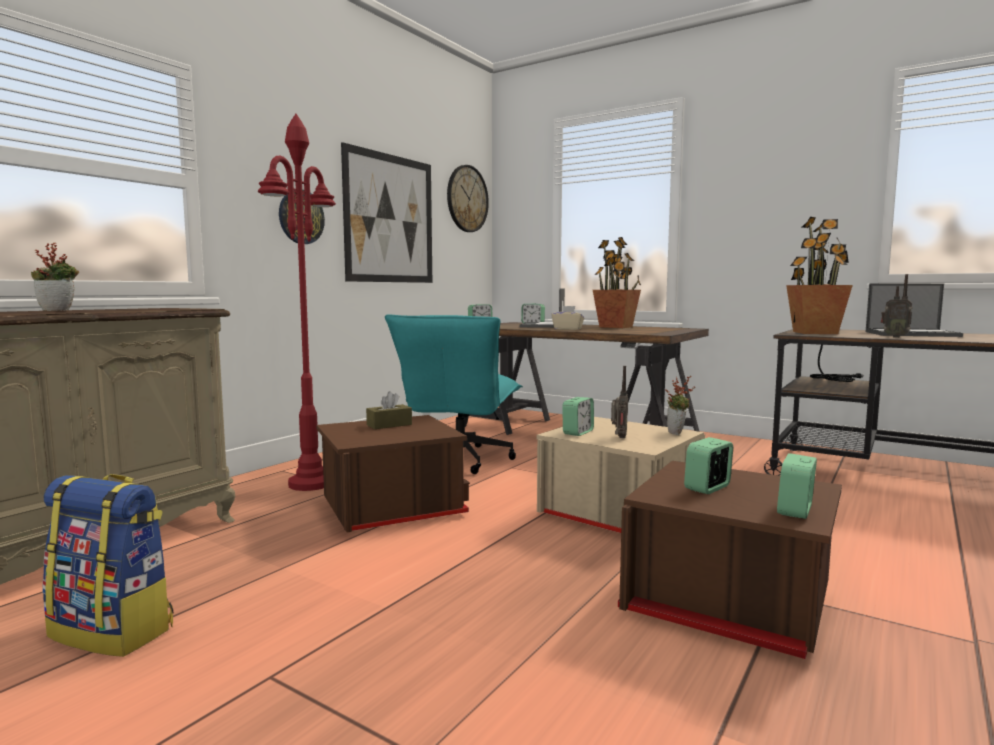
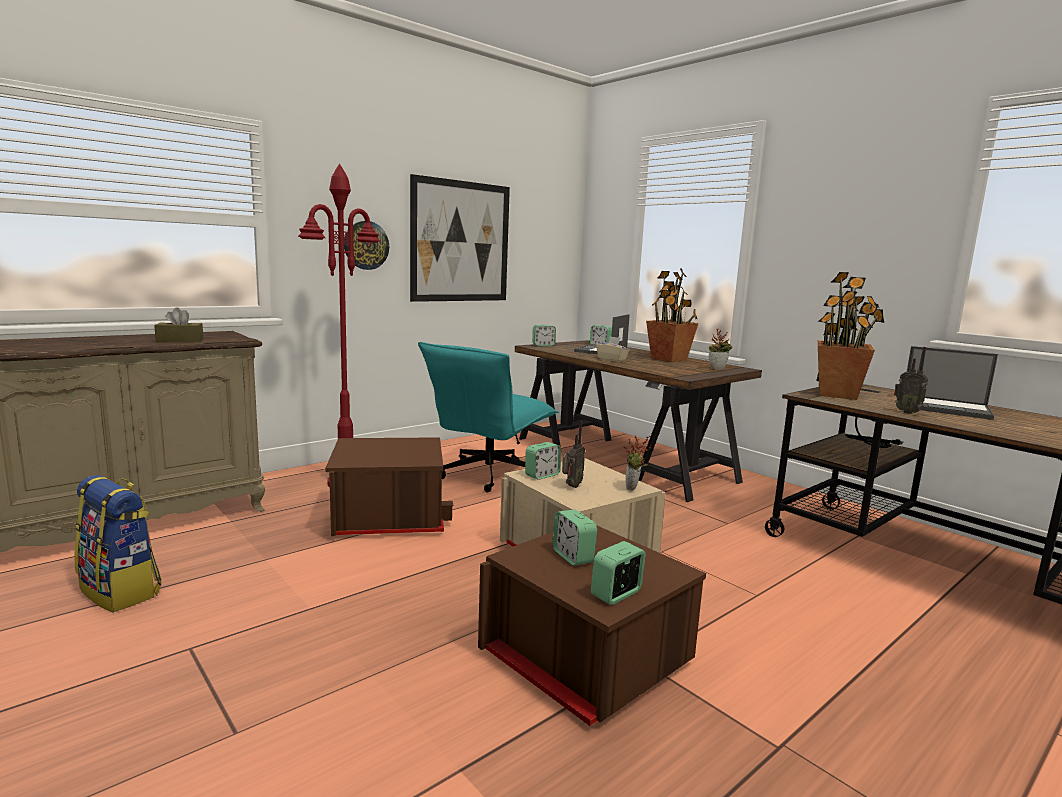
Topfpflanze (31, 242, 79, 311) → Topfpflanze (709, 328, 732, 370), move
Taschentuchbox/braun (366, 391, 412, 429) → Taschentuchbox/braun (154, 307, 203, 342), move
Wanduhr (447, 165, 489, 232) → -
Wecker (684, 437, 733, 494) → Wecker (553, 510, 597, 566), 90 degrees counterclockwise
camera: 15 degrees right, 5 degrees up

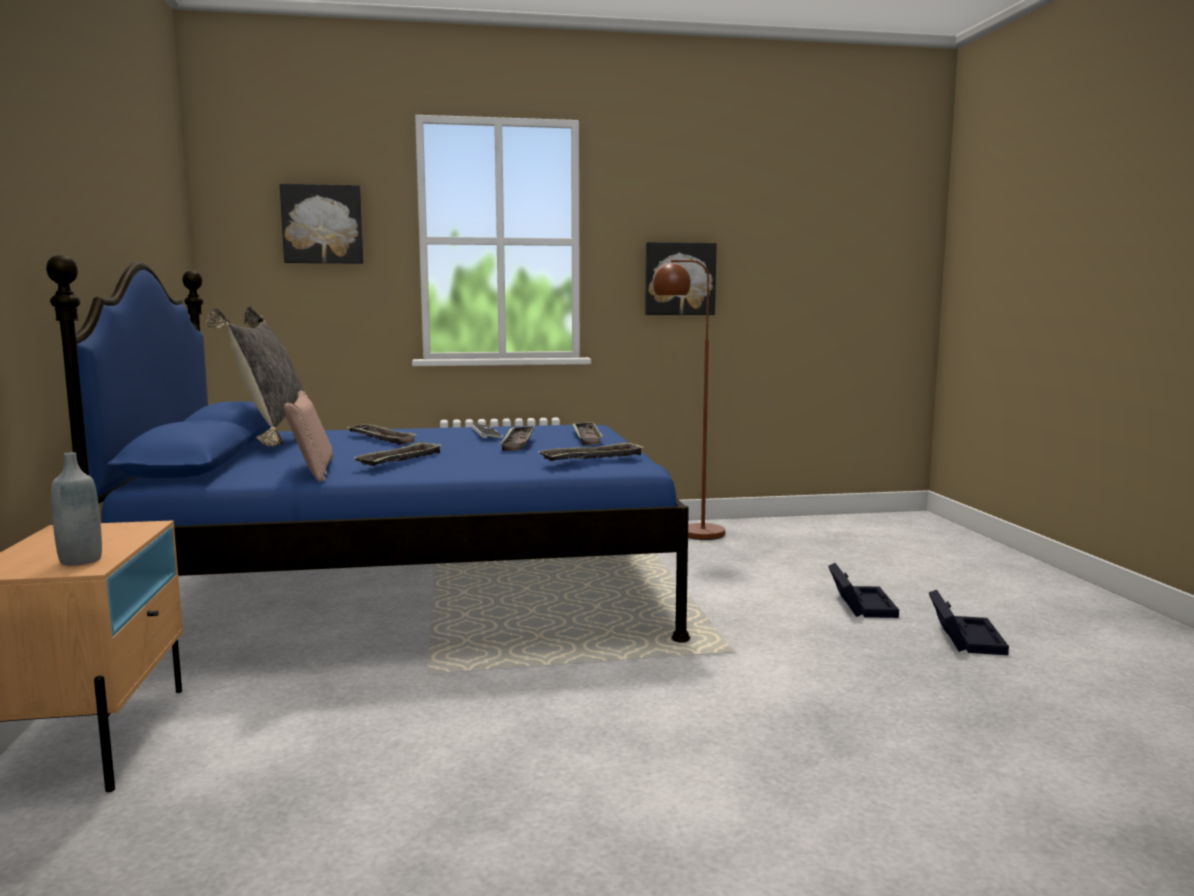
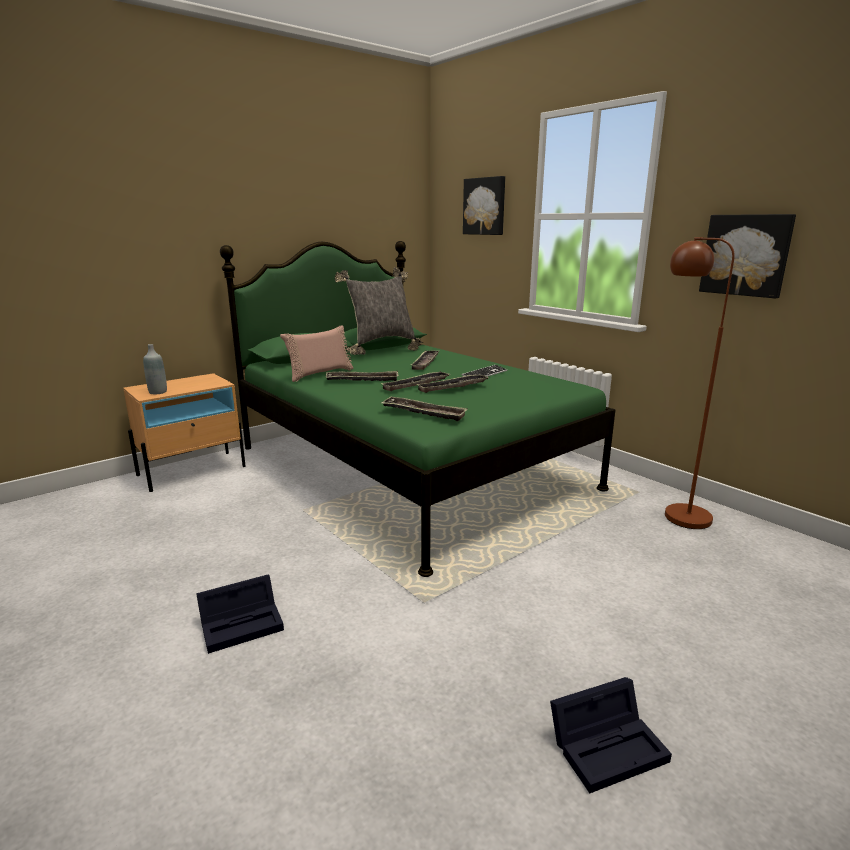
Bett/blau (46, 255, 690, 642) → Bett/grün (220, 241, 615, 577)
Tablett (572, 422, 604, 445) → Tablett (380, 372, 449, 391), move
Aufbewahrungsbox/schwarz (828, 563, 899, 618) → Aufbewahrungsbox/schwarz (196, 575, 284, 654), move
camera: 60 degrees right, 10 degrees up

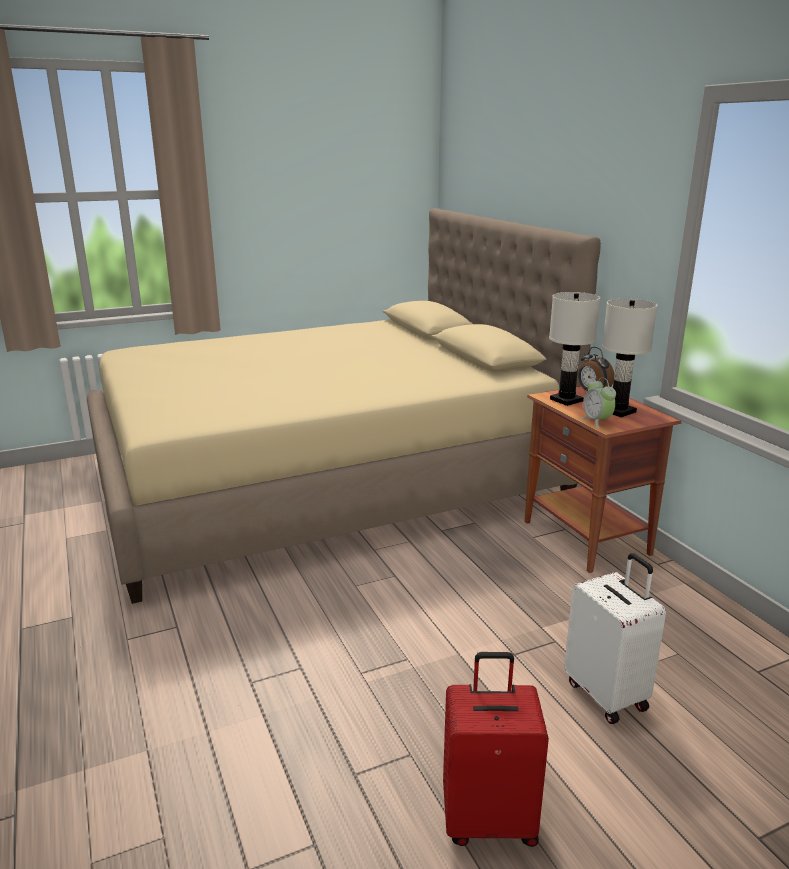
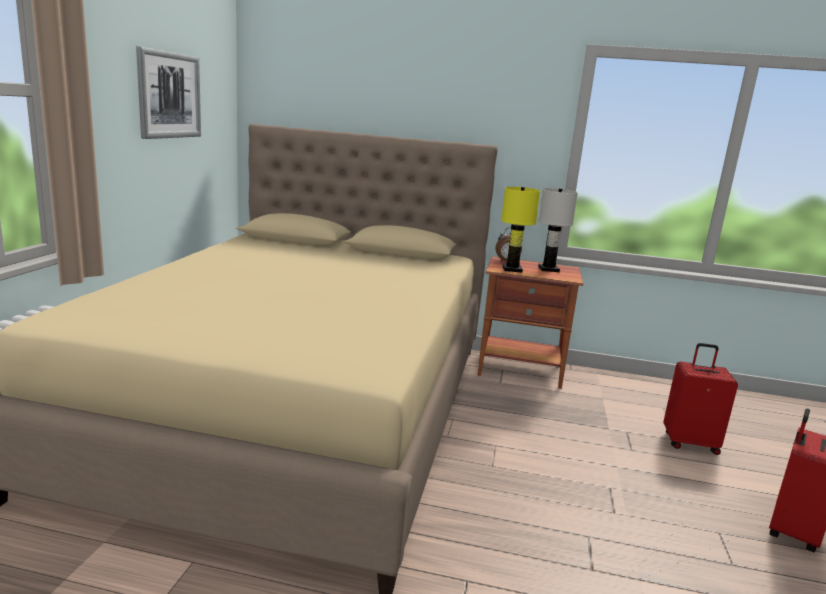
Tischlampe/weiß (549, 292, 600, 406) → Tischlampe/gelb (501, 187, 540, 272)
Koffer/weiß (564, 553, 666, 724) → Koffer/rot (663, 343, 738, 455)
Wecker (581, 377, 616, 428) → -
- → Bild (136, 46, 201, 139)
camera: 55 degrees left, 5 degrees down

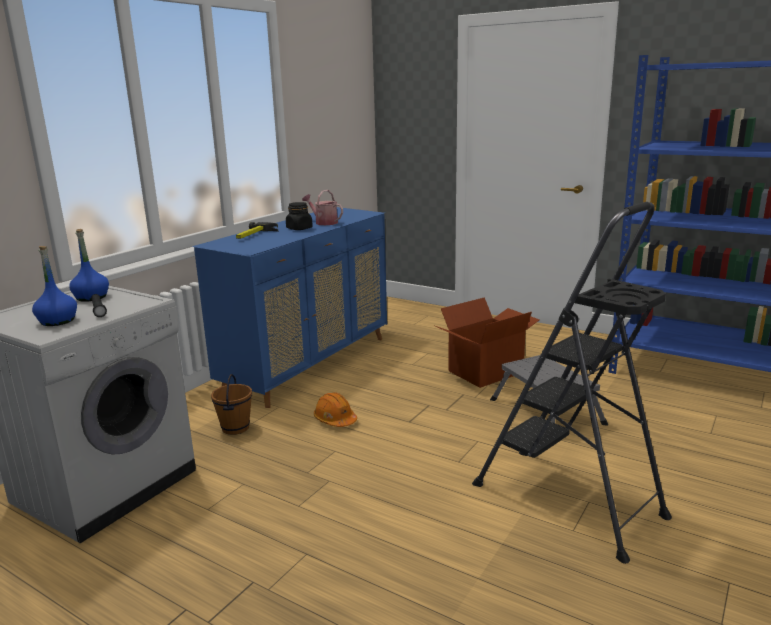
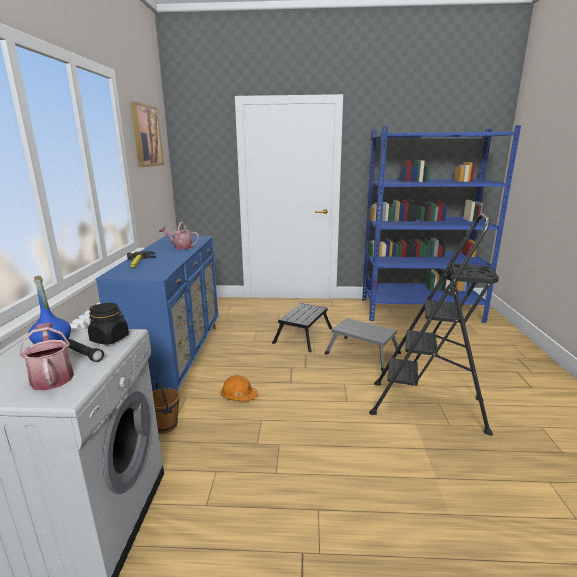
Flasche/blau (32, 246, 77, 326) → Gießkanne (19, 323, 74, 390)
Vorratsglas/schwarz (286, 202, 313, 230) → Vorratsglas/schwarz (88, 303, 129, 345), move
Karton (435, 297, 539, 388) → Trittleiter/schwarz (272, 303, 332, 352)
- → Bild (131, 101, 164, 167)
camera: 30 degrees left, 0 degrees up

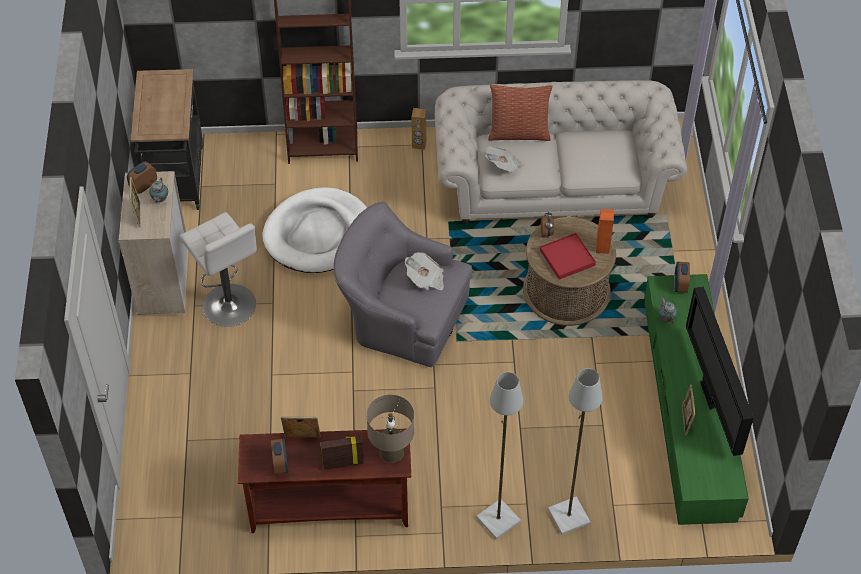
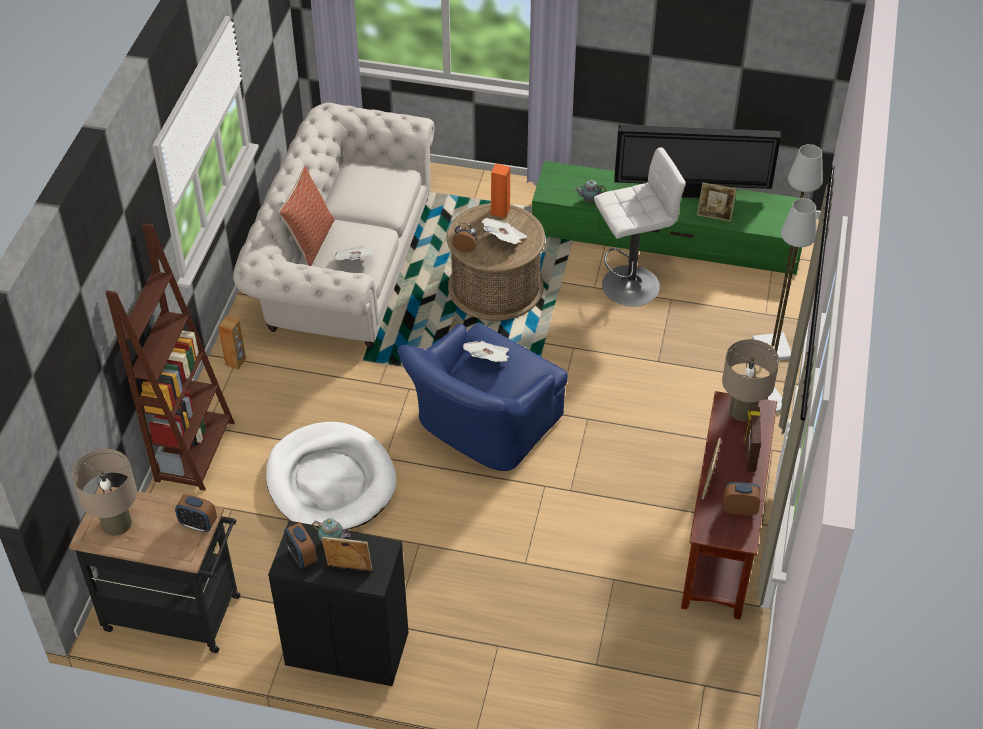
Schrank/beige (119, 171, 189, 315) → Schrank/schwarz (268, 521, 408, 686)
Hocker/weiß (180, 212, 257, 327) → Hocker/weiß (594, 147, 686, 307), move
Sessel/grau (333, 202, 472, 367) → Sessel/blau (398, 322, 568, 471)
Tablett/rot (540, 233, 596, 280) → Zeitung (482, 218, 527, 244)
Wecker (674, 262, 690, 293) → Wecker (175, 494, 217, 532), move
- → Tischlampe/beige (72, 449, 137, 536)
camera: 75 degrees left, 5 degrees down

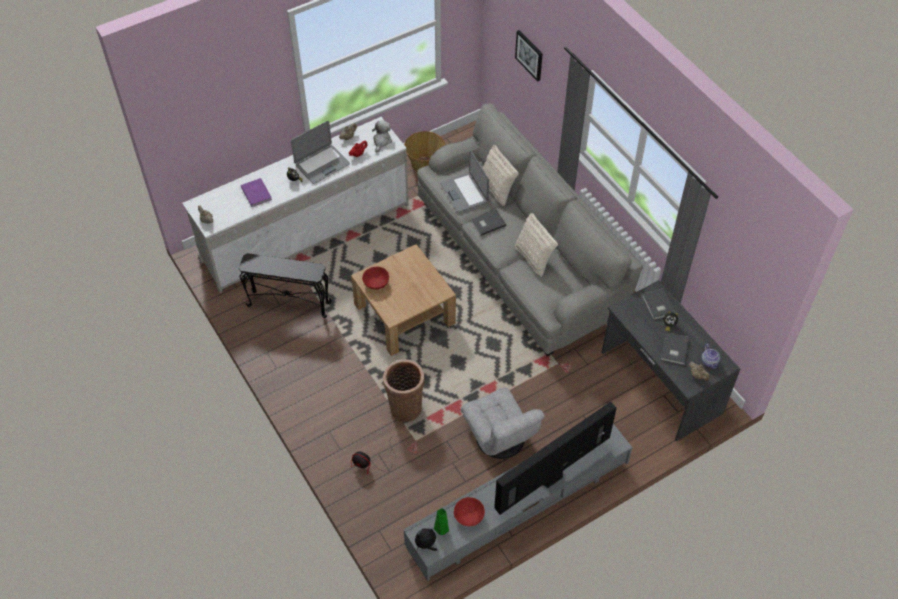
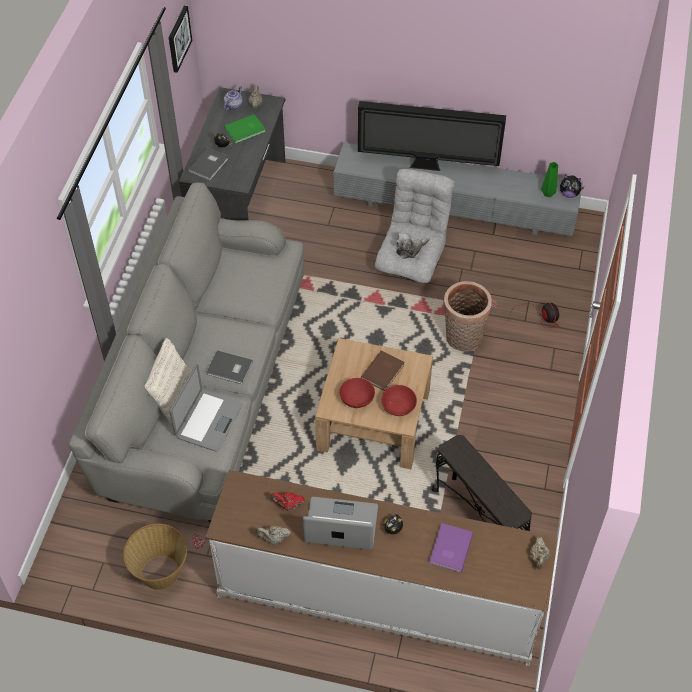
Schrank/weiß (182, 117, 409, 293) → Schrank/braun (206, 470, 557, 666)
Plüschtier (372, 121, 392, 152) → Plüschtier (396, 232, 429, 259), move
Schüssel/rot (454, 497, 485, 526) → Schüssel/rot (339, 378, 375, 408), move
Bild (515, 30, 543, 81) → Bild (169, 6, 192, 73), move
Kissen/beige (515, 213, 558, 277) → -
Buch/grau (661, 332, 690, 365) → Buch/grün (224, 114, 266, 144)
- → Buch/braun (361, 351, 405, 391)
camera: 135 degrees left, 0 degrees up

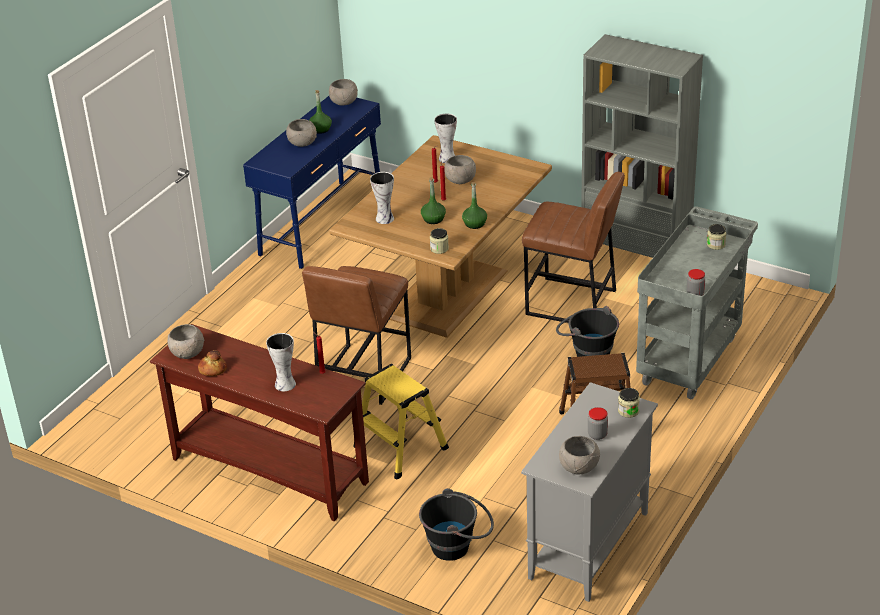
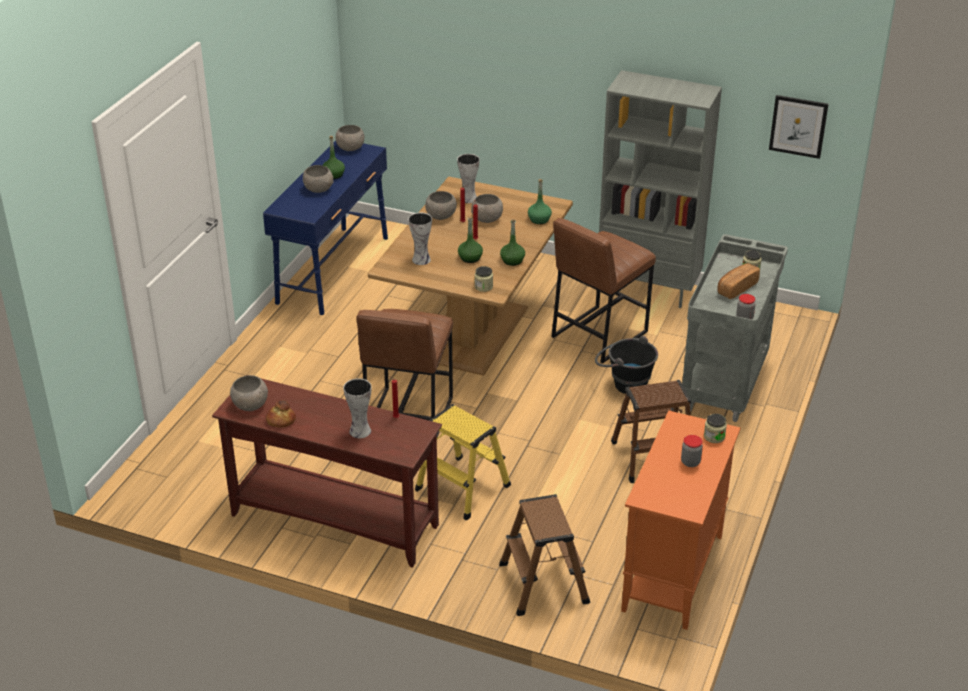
Eimer/schwarz (419, 488, 494, 561) → Trittleiter/braun (499, 494, 590, 616)
Schrank/grau (521, 382, 658, 602) → Schrank/orange (621, 411, 741, 630)
Stuhl/braun (522, 172, 625, 323) → Stuhl/braun (552, 218, 656, 364), 120 degrees clockwise
Schüssel/grau (559, 435, 600, 474) → Schüssel/grau (425, 191, 457, 220), move
- → Flasche/grün (528, 179, 552, 224)
- → Brot (717, 263, 760, 299)
- → Bild (769, 95, 829, 159)
camera: 10 degrees left, 0 degrees up

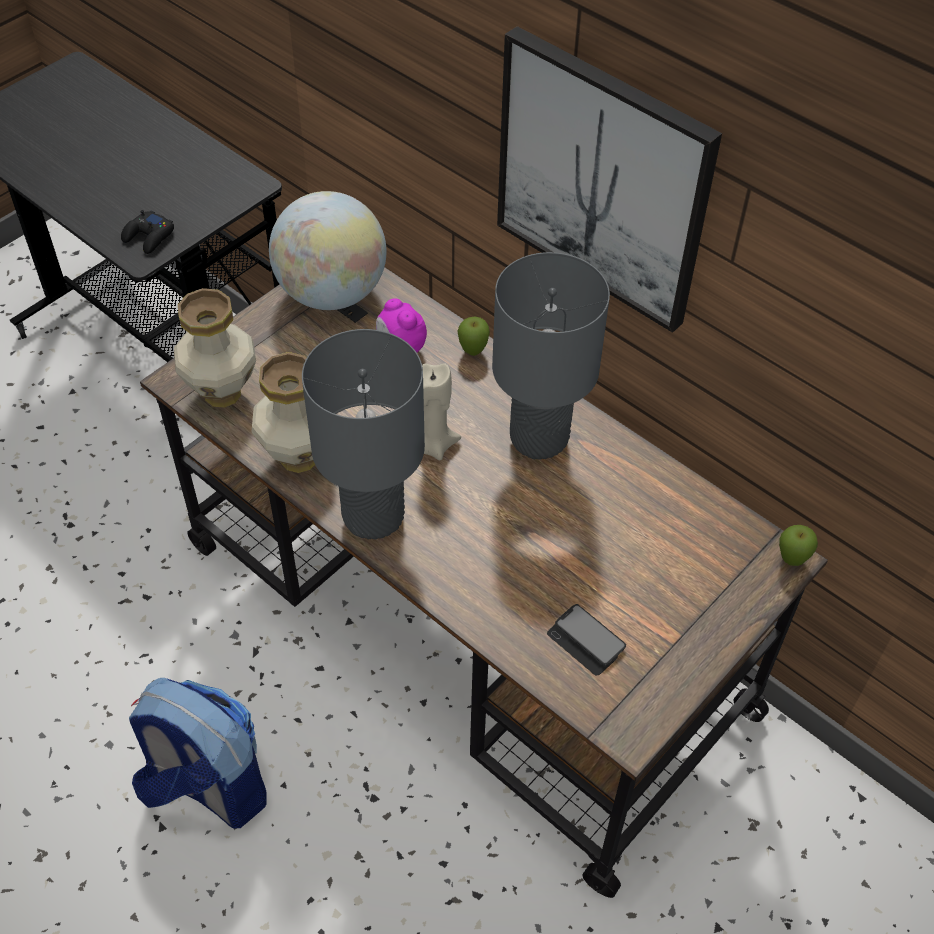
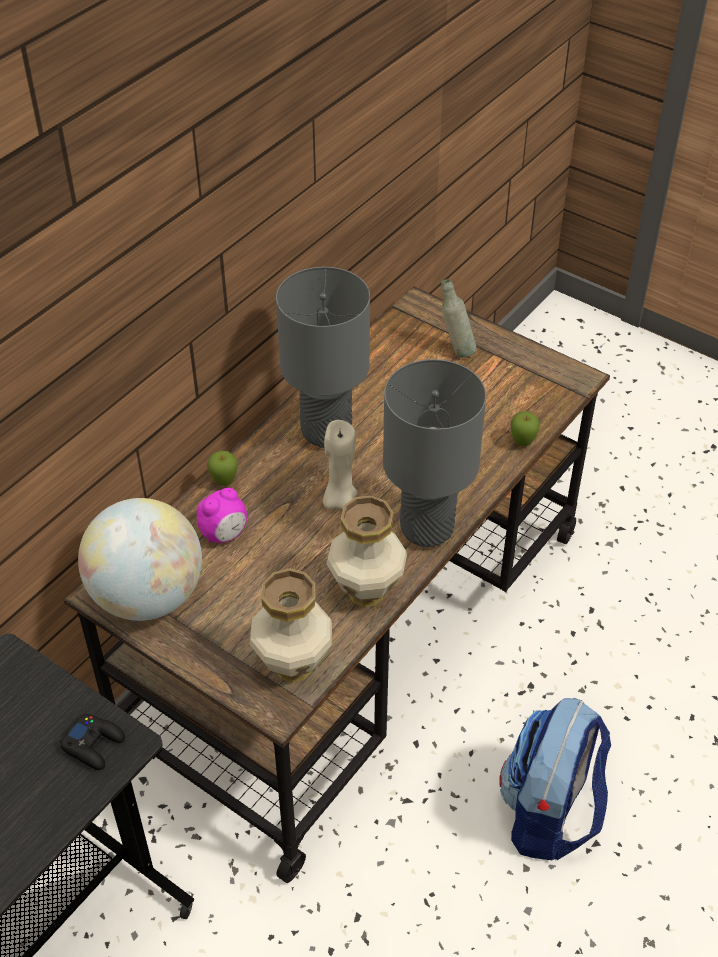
Bild (497, 26, 722, 333) → -
Handy (547, 604, 626, 675) → -
Apfel (779, 525, 818, 566) → Apfel (511, 411, 540, 447), move
- → Flasche/grau (441, 279, 476, 358)
camera: 95 degrees left, 5 degrees down

